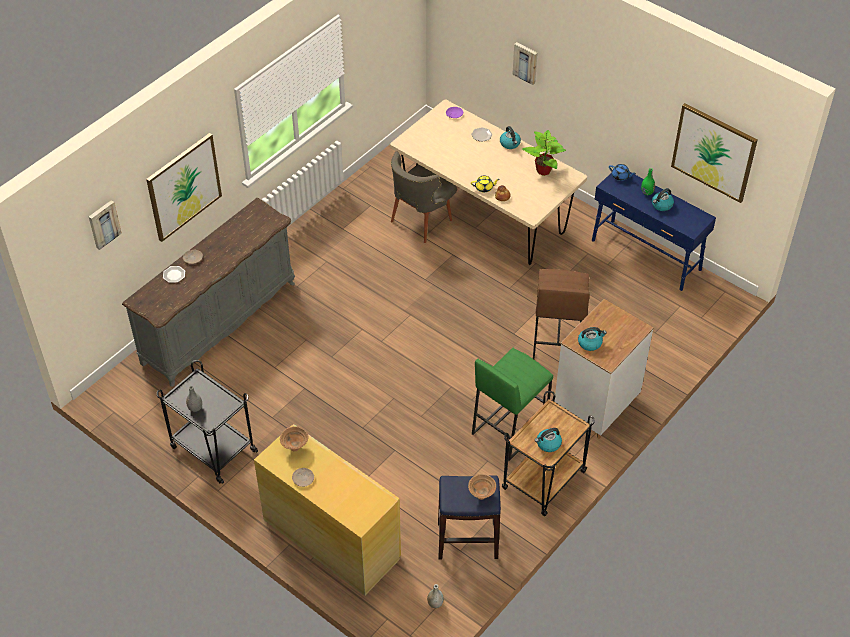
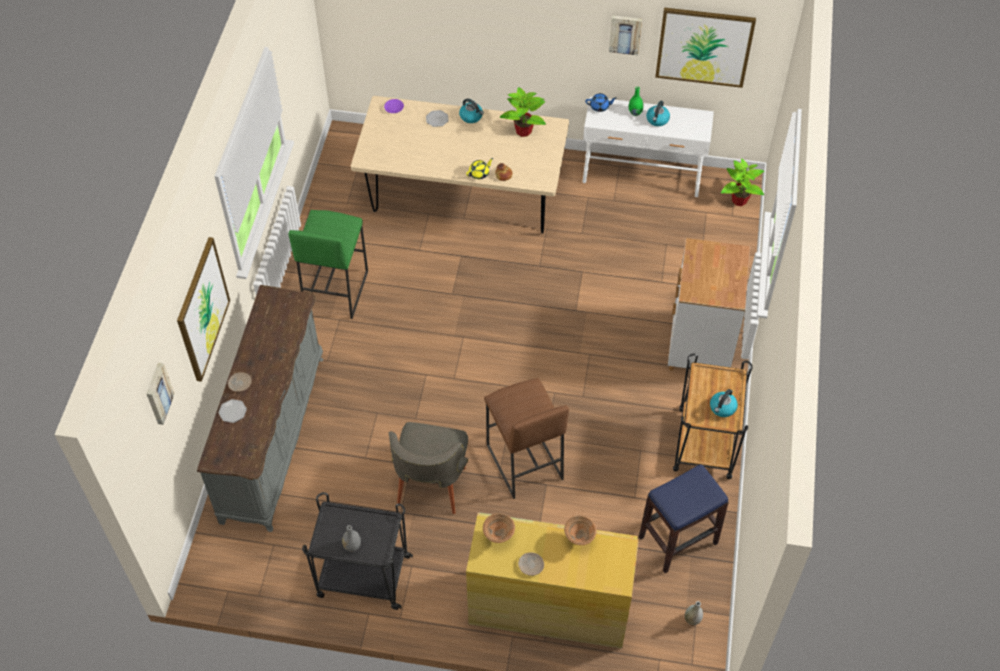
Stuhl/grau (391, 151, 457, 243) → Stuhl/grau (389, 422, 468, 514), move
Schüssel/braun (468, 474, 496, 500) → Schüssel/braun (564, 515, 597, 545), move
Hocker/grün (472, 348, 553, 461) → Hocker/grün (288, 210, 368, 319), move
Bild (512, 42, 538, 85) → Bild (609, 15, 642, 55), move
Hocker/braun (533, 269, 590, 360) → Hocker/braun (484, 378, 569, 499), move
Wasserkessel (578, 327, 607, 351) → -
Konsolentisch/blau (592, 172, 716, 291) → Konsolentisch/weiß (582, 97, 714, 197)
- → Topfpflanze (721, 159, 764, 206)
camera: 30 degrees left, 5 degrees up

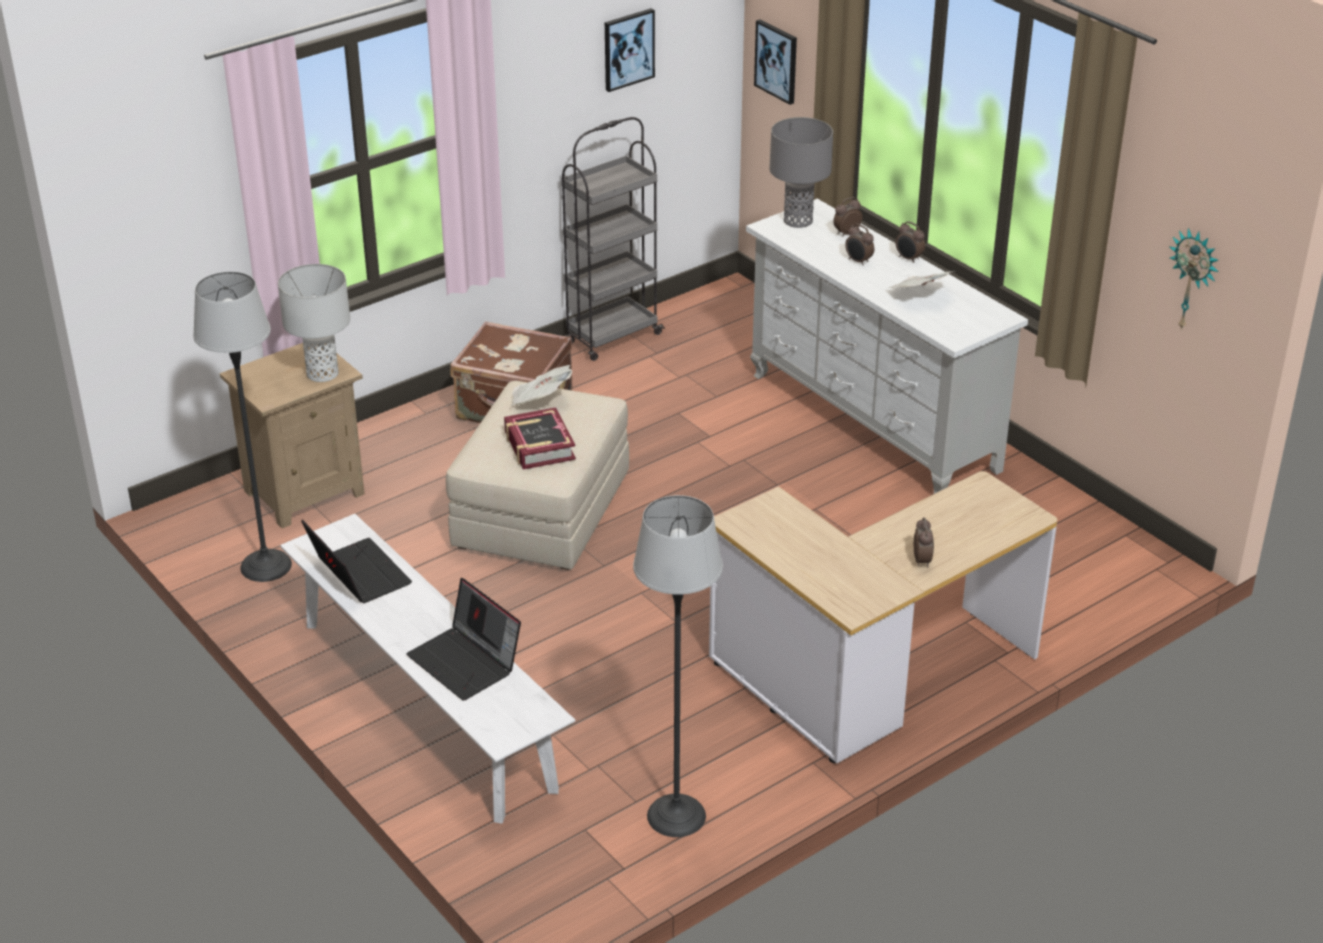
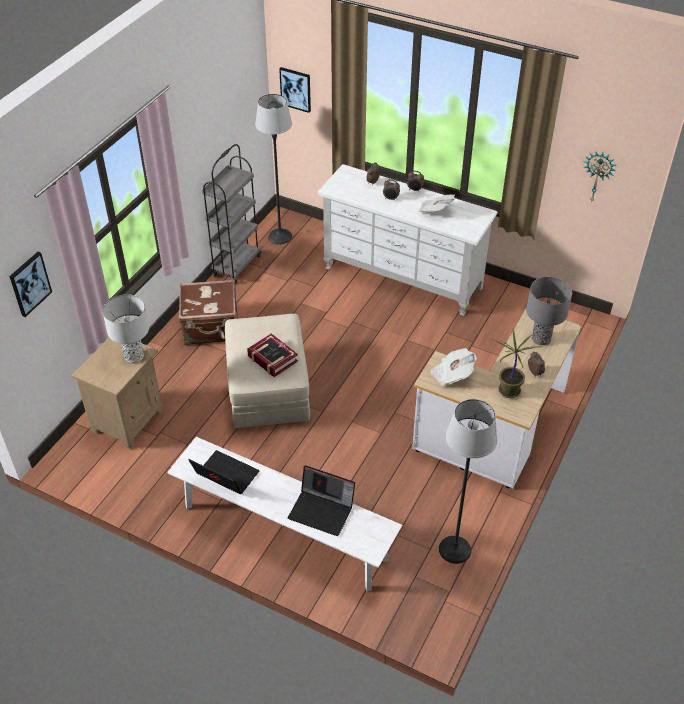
Stehlampe (193, 271, 292, 582) → Stehlampe (255, 94, 292, 244), move
Zeitung (511, 365, 572, 406) → Zeitung (430, 348, 477, 386), move
Bild (605, 8, 655, 92) → Bild (9, 252, 52, 317), move
Tischlampe/grau (769, 117, 833, 228) → Tischlampe/grau (526, 277, 572, 345), move
- → Topfpflanze (491, 328, 542, 398)
camera: 25 degrees left, 10 degrees up

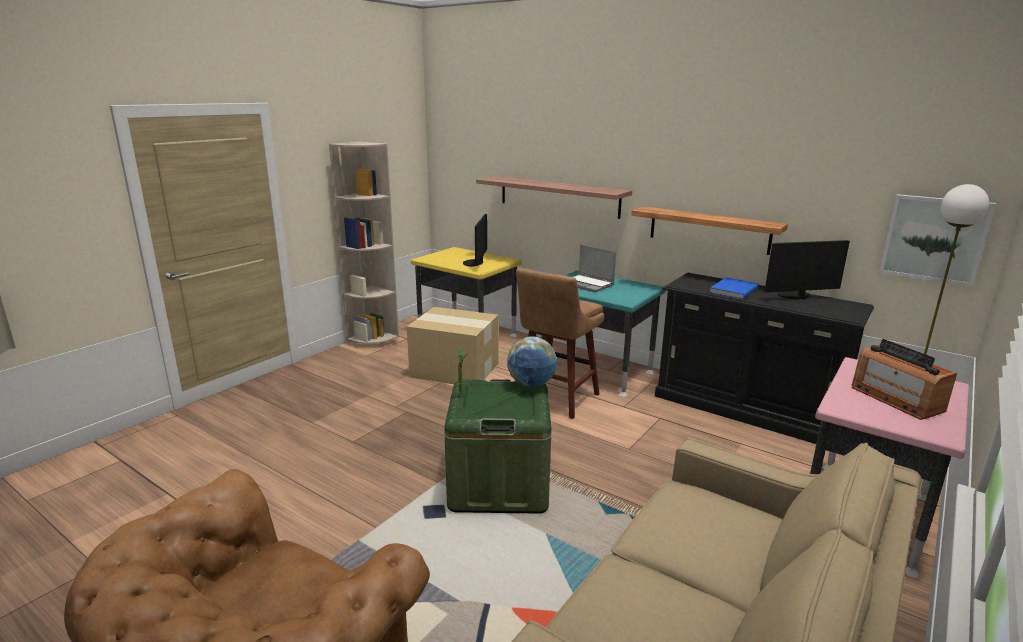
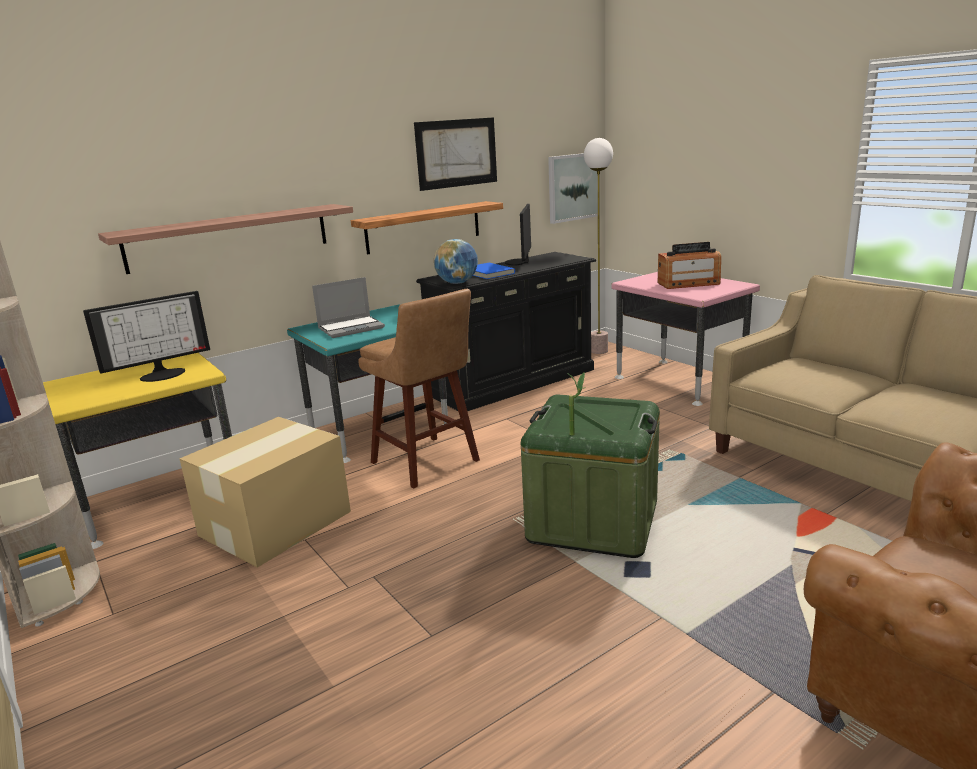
Monitor (463, 214, 487, 267) → Monitor (83, 291, 210, 382), 60 degrees counterclockwise
Globus (507, 336, 557, 387) → Globus (434, 239, 478, 284), move
- → Bild (414, 117, 497, 191)
camera: 70 degrees left, 0 degrees up

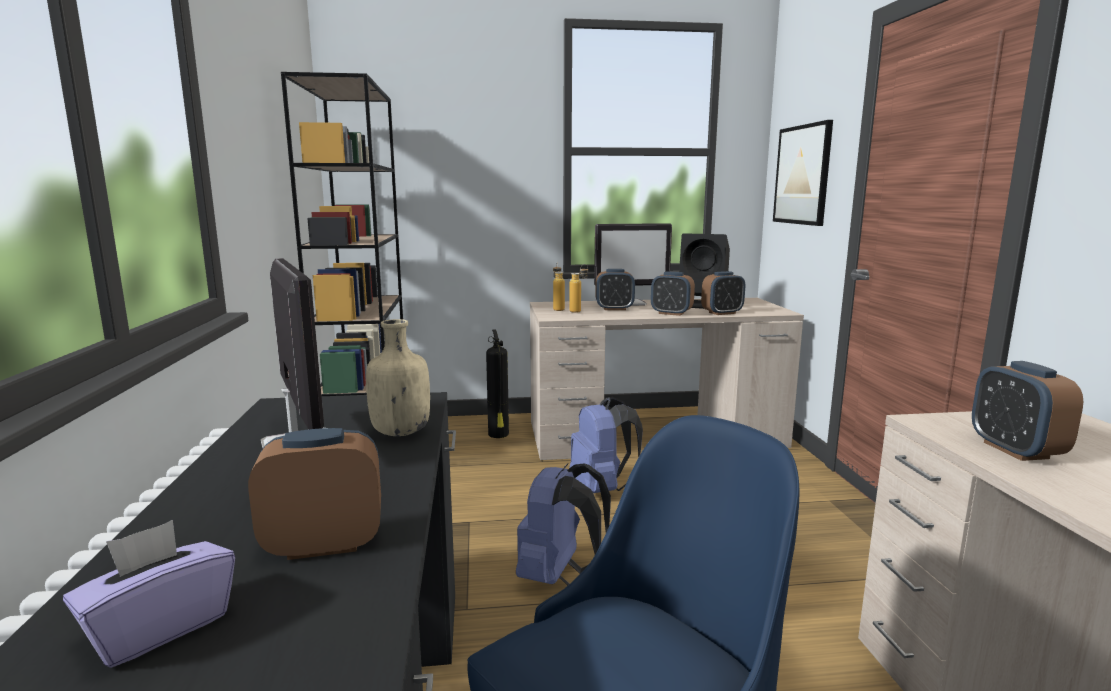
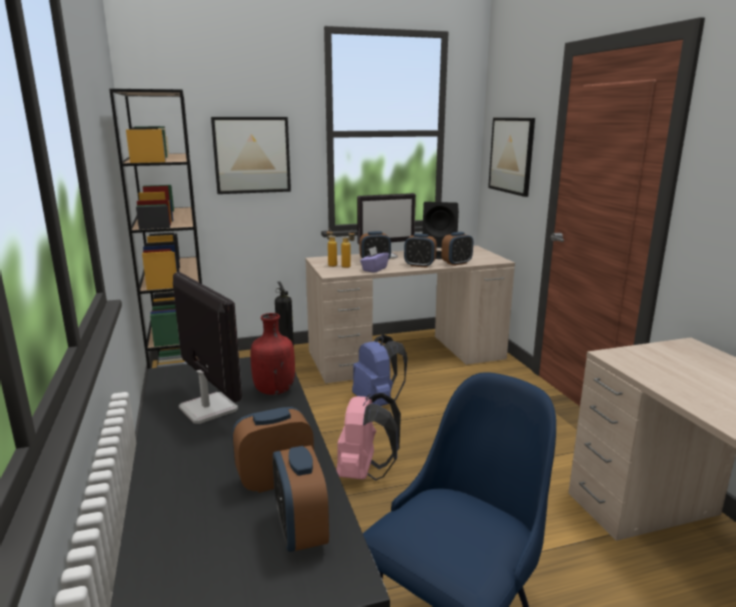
Taschentuchbox/lila (63, 520, 235, 668) → Taschentuchbox/lila (360, 246, 389, 273), move
Flasche/beige (366, 319, 430, 436) → Flasche/rot (250, 313, 295, 395)
Rucksack/blau (516, 463, 611, 585) → Rucksack/rosa (336, 393, 401, 480)
Wecker (972, 361, 1083, 461) → Wecker (273, 445, 329, 552), move
- → Bild (211, 117, 291, 194)
camera: 10 degrees left, 5 degrees up

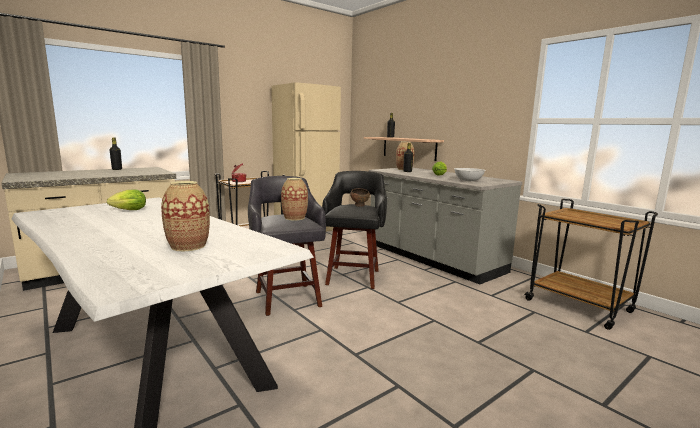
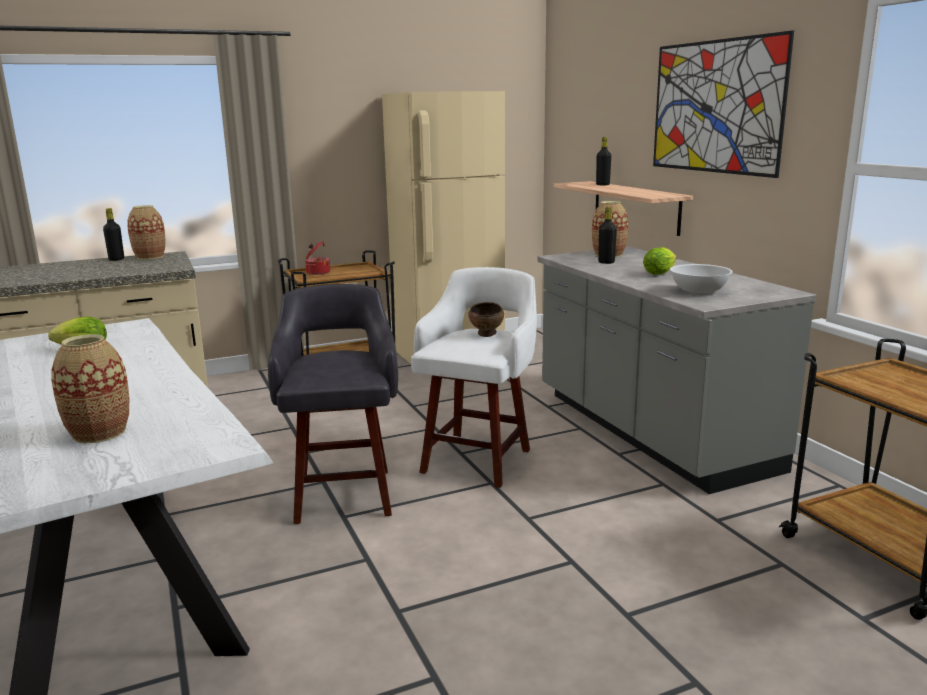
Vase (281, 178, 308, 221) → Vase (127, 205, 166, 260), move
Hocker/schwarz (322, 171, 387, 289) → Hocker/weiß (411, 267, 537, 488)
- → Bild (653, 30, 794, 178)
camera: 15 degrees right, 5 degrees up

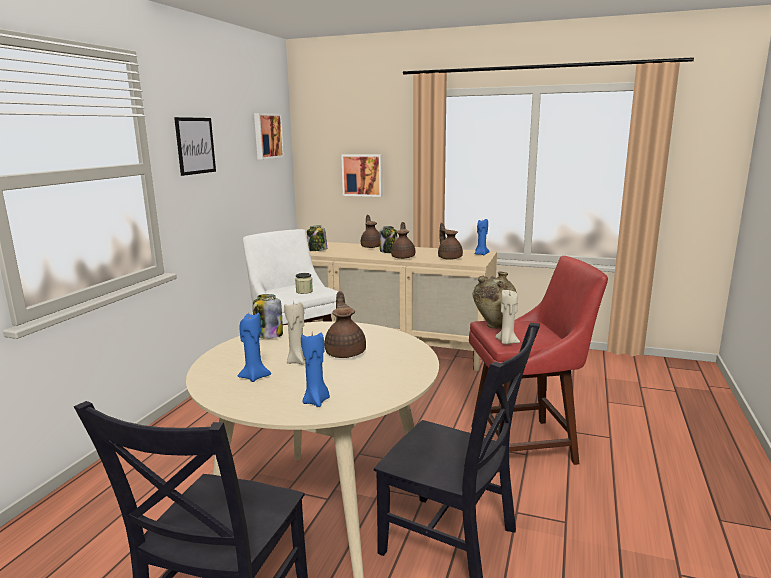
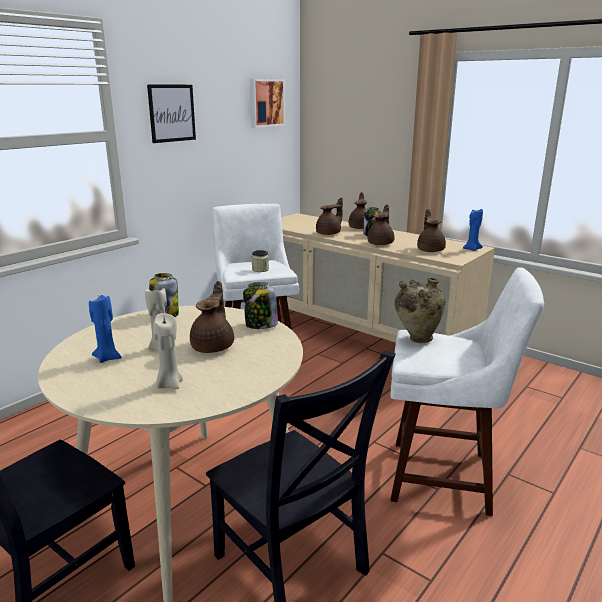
Kerze/blau (301, 333, 330, 407) → -
Vorratsglas (307, 225, 327, 251) → Vorratsglas (243, 282, 278, 329), move
Bild (341, 154, 383, 197) → -
Hocker/rot (469, 256, 608, 472) → Hocker/weiß (391, 267, 544, 516)
Kerze/beige (495, 290, 520, 345) → Kerze/beige (153, 313, 183, 389), move
- → Teekanne/braun (316, 198, 343, 235)
camera: 20 degrees right, 5 degrees up

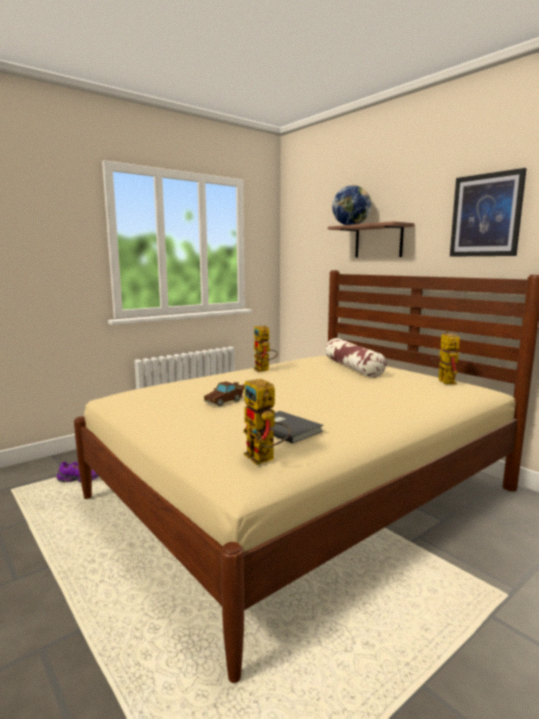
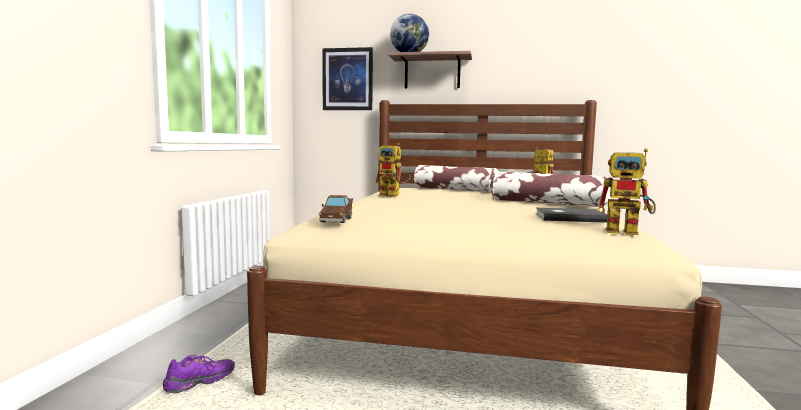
Spielzeugauto/braun (203, 382, 244, 407) → Spielzeugauto/braun (319, 195, 353, 223), move
Bild (450, 168, 527, 257) → Bild (322, 47, 373, 110), move
- → Kissen (490, 171, 610, 207)
camera: 40 degrees left, 5 degrees down

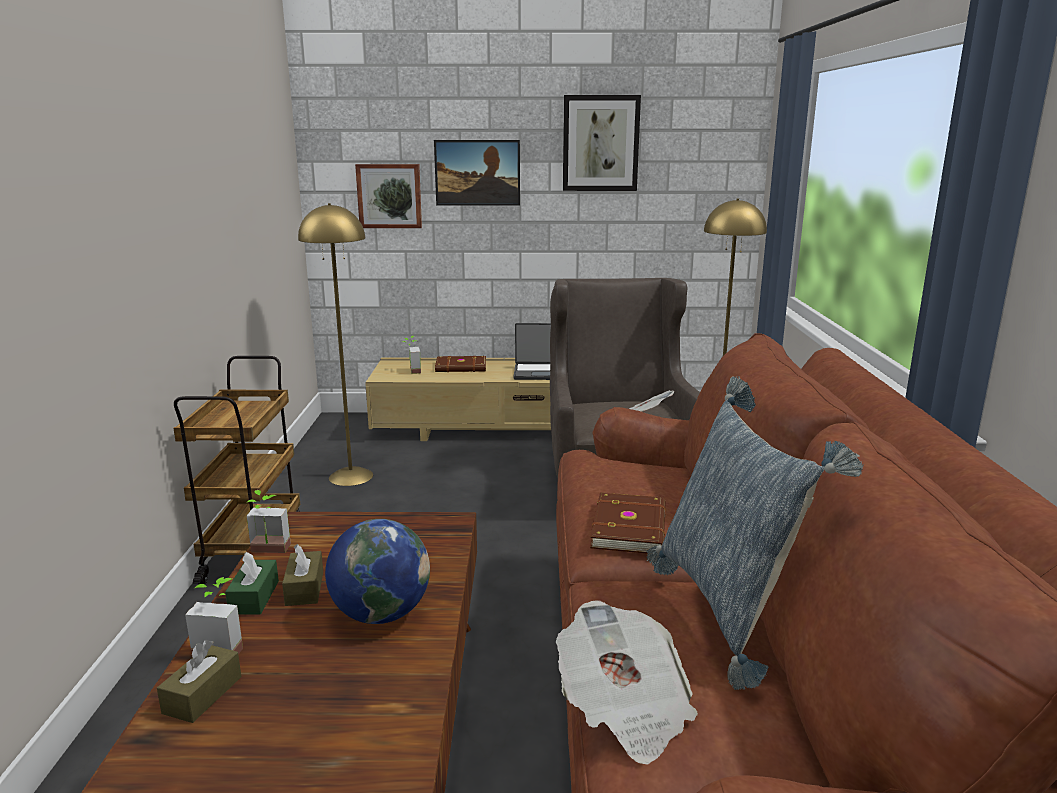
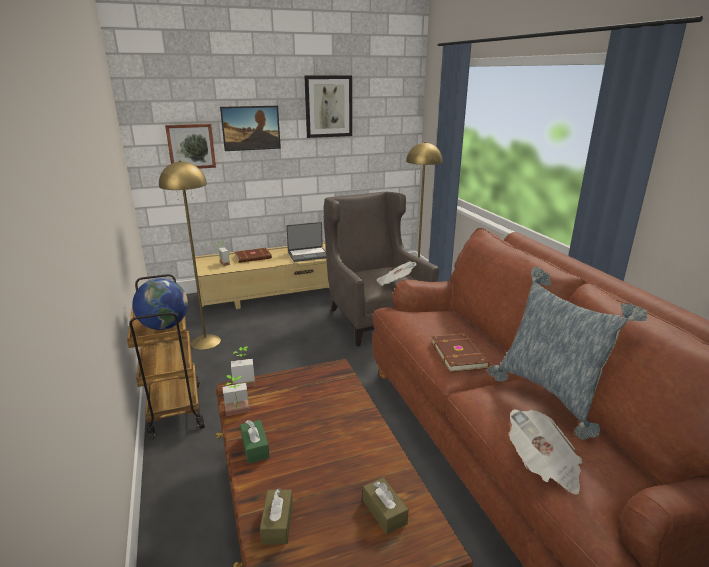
Topfpflanze (185, 577, 243, 658) → Topfpflanze (231, 346, 255, 387), move
Taschentuchbox/braun (282, 544, 323, 606) → Taschentuchbox/braun (363, 478, 409, 534), move
Globus (325, 519, 430, 624) → Globus (132, 278, 188, 330), move
camera: 20 degrees left, 5 degrees up

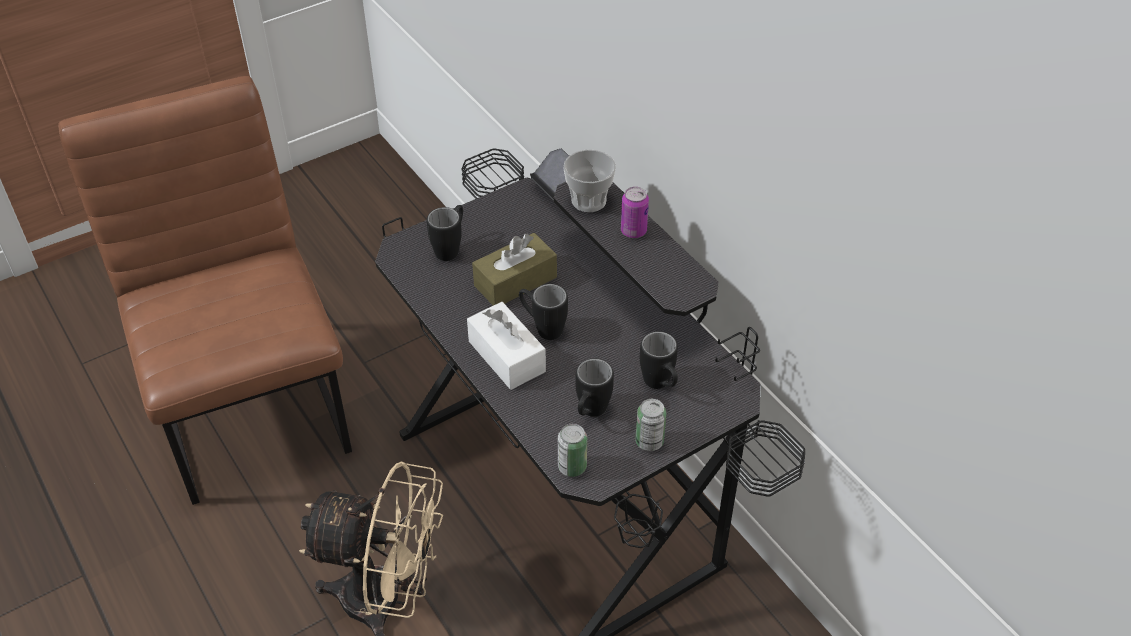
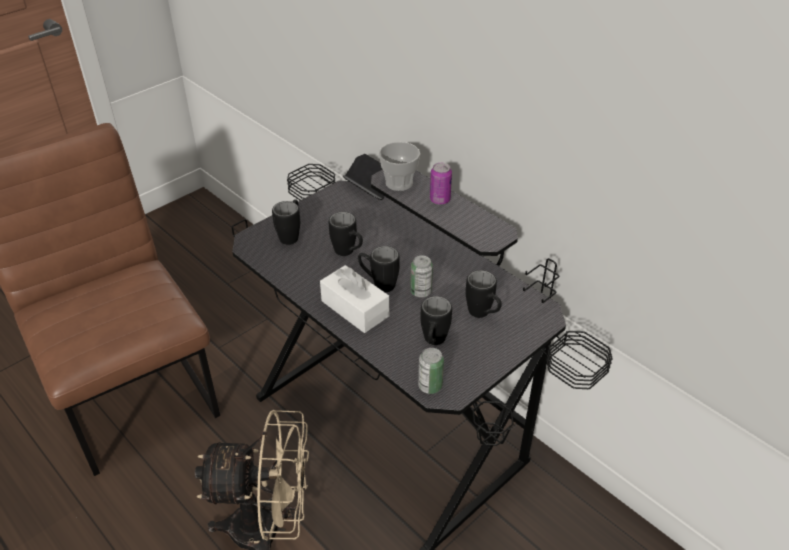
Taschentuchbox/braun (472, 233, 557, 306) → Henkelbecher/schwarz (329, 212, 363, 256)
Dose (635, 399, 666, 451) → Dose (410, 256, 433, 298), move
camera: 10 degrees left, 5 degrees down

